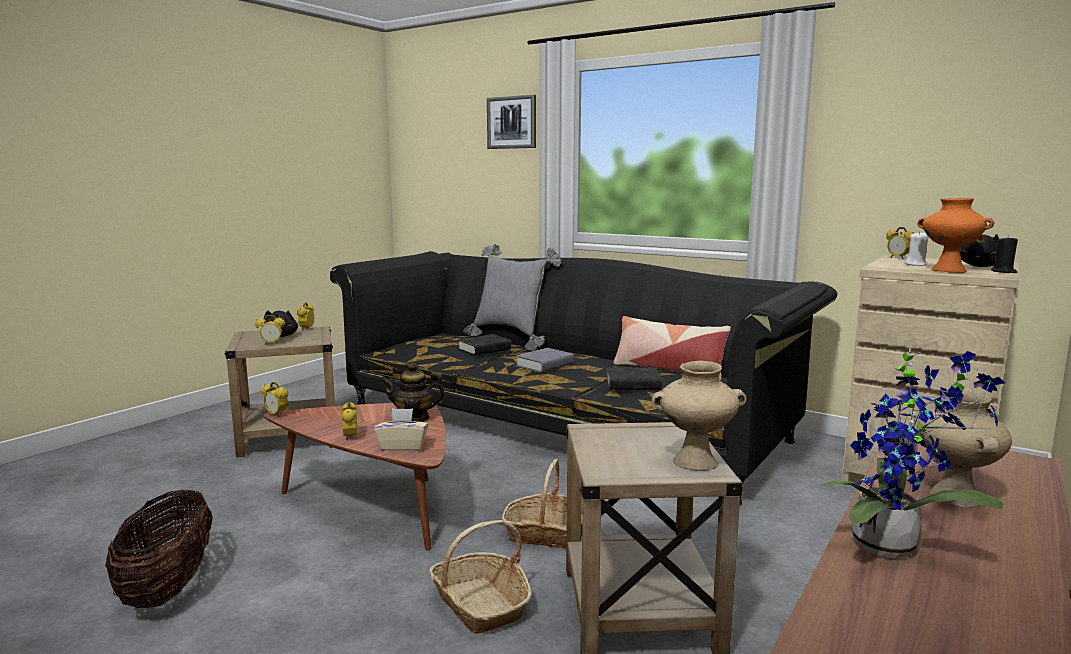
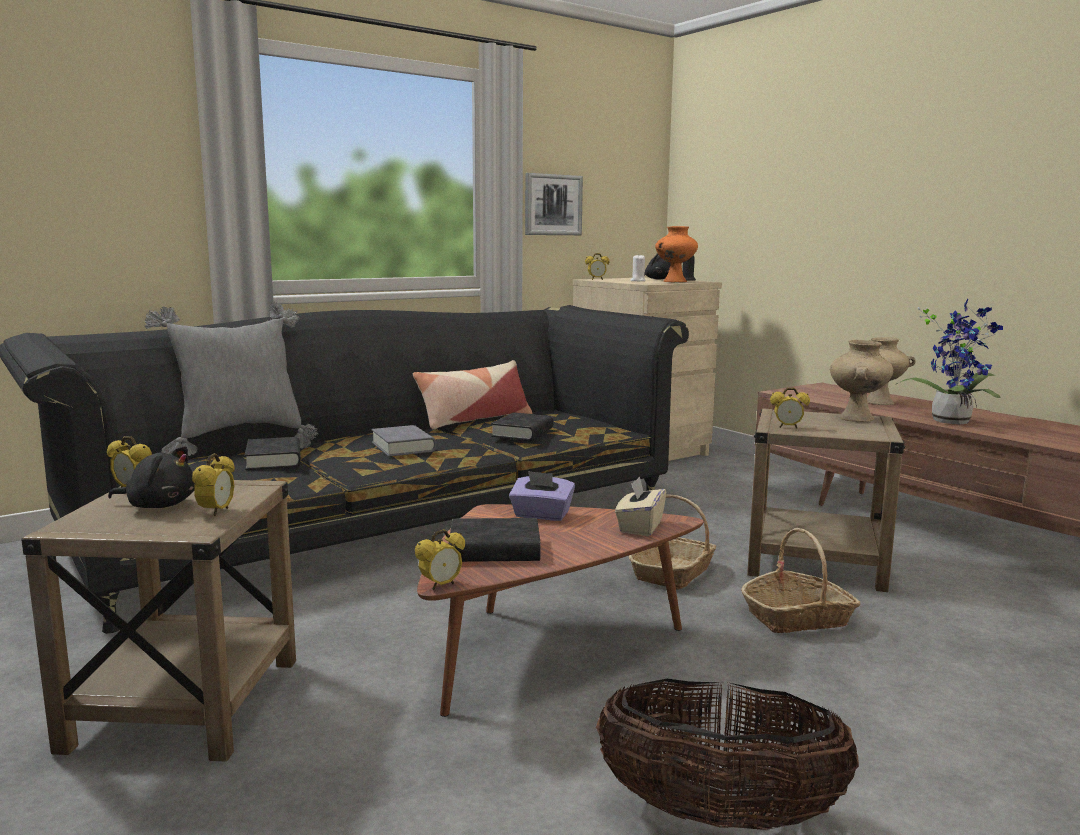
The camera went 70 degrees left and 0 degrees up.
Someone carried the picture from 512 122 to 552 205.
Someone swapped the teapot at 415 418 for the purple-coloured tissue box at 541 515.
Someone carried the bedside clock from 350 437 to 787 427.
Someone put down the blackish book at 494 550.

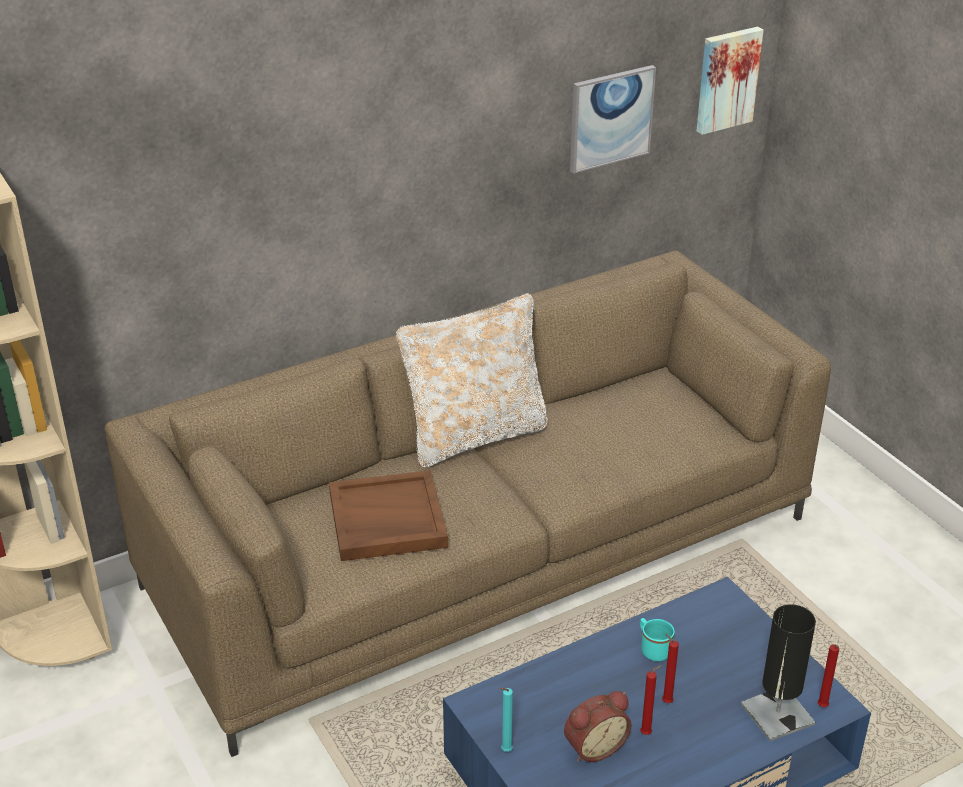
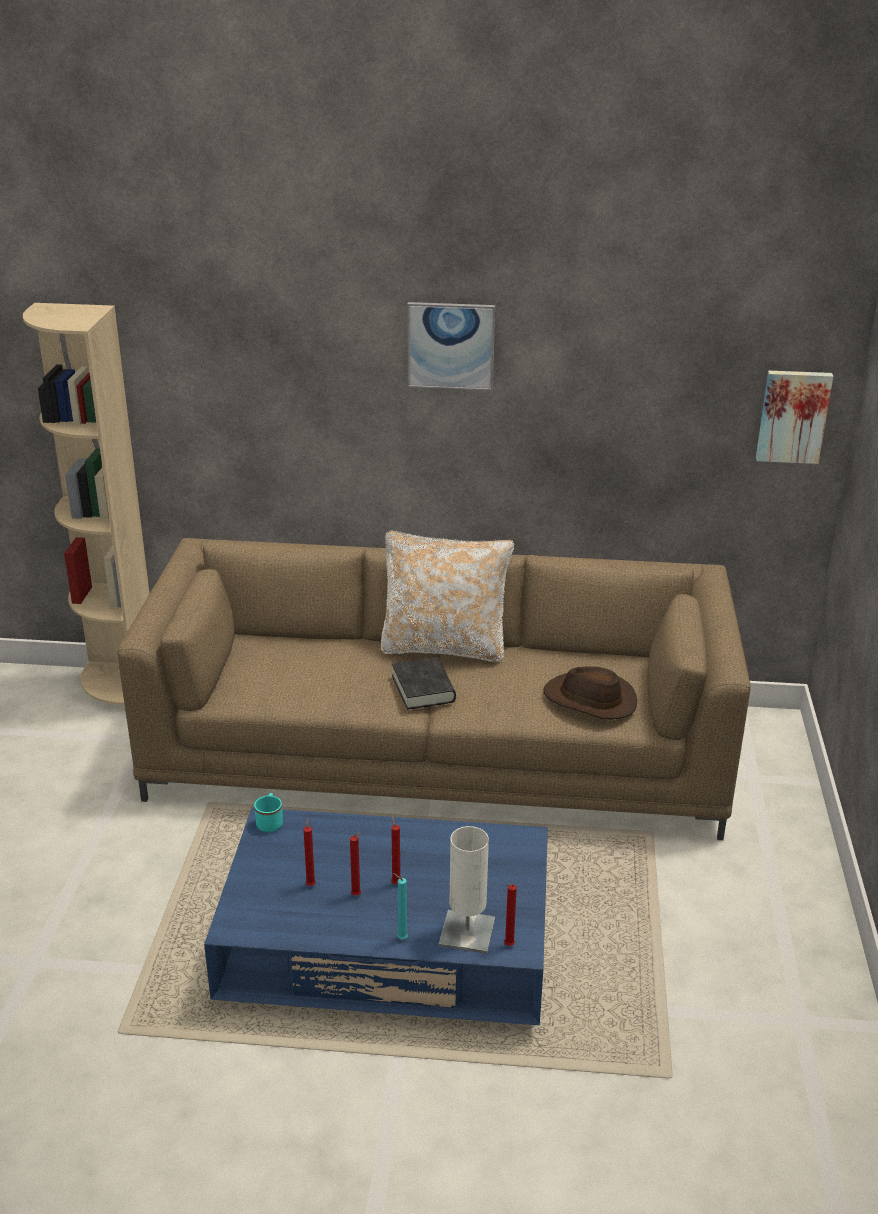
The camera went 35 degrees right and 5 degrees down.
Someone carried the picture from 610 118 to 451 345.
Someone took away the brownish carrying tray at 386 520.
Someone repainted the blackish tabletop lamp at 777 714, which became the white-coloured tabletop lamp at 467 932.
Someone carried the turquoise-coloured coffee mug from 653 649 to 270 822.
Someone carried the turquoise-coloured candle from 505 751 to 400 938.
Someone swapped the bedside clock at 594 746 for the red candle at 311 884.
Someone put down the blackish book at 423 689.
Someone put down the brownish hat at 590 700.

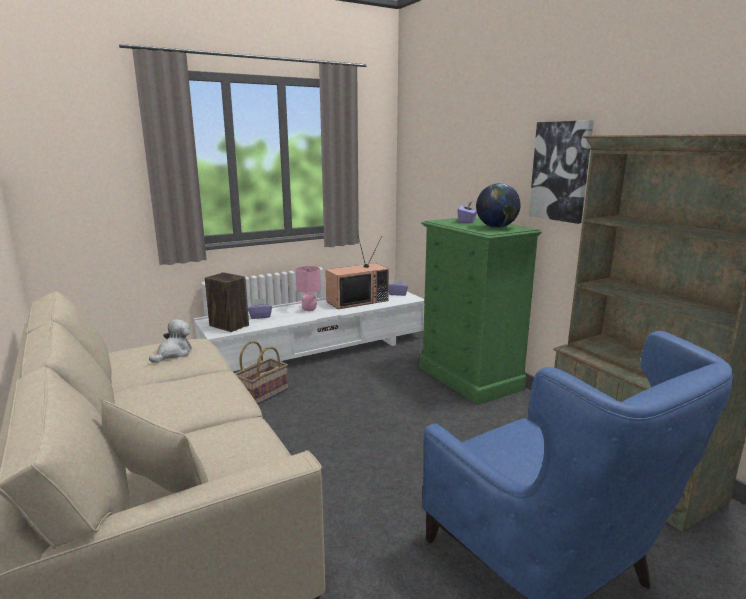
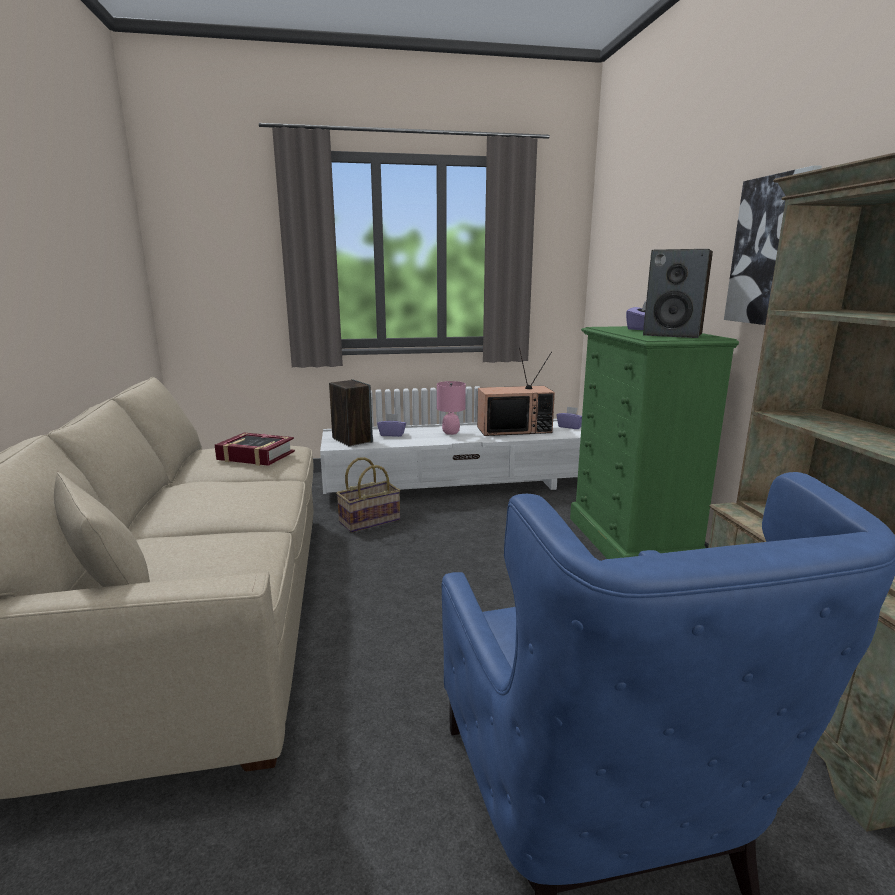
The camera went 20 degrees right and 0 degrees up.
Someone swapped the world globe at 496 227 for the audio speaker at 673 335.
Someone swapped the cuddly toy at 173 353 for the book at 256 456.

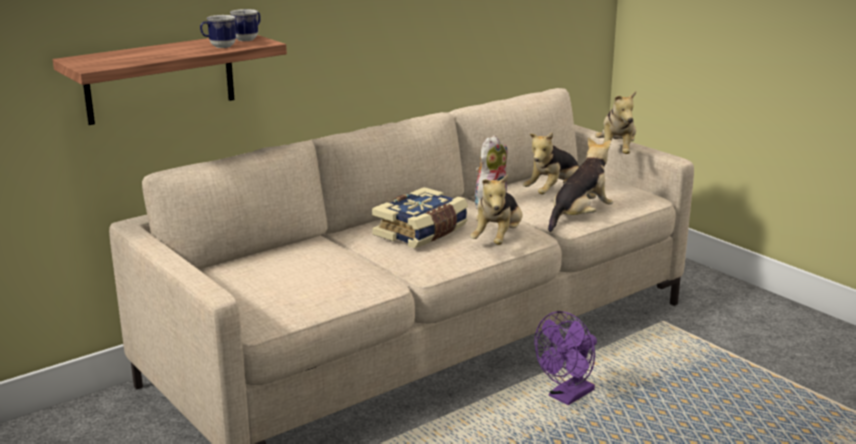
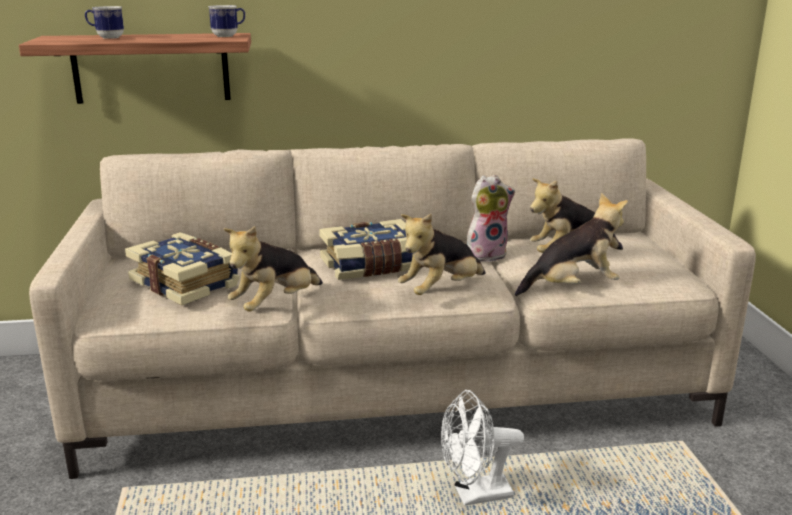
The camera went 30 degrees right and 0 degrees up.
Someone carried the coffee mug from 219 46 to 106 37.
Someone carried the cuddly toy from 616 152 to 275 305.
Someone repainted the purple-coloured fan at 567 397, which became the white-coloured fan at 475 495.
Someone put down the book at 186 283.

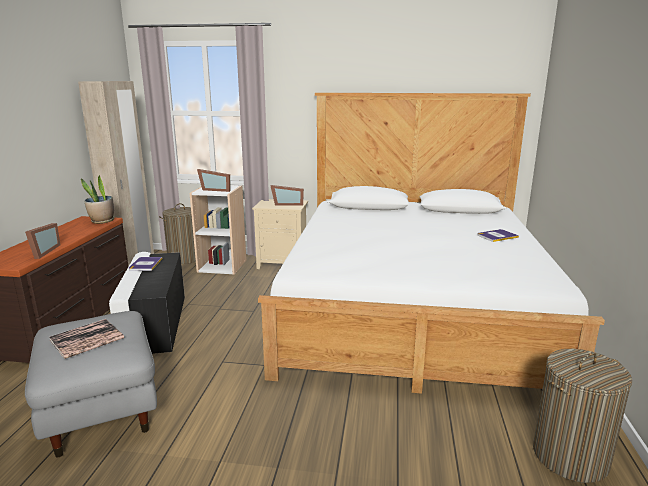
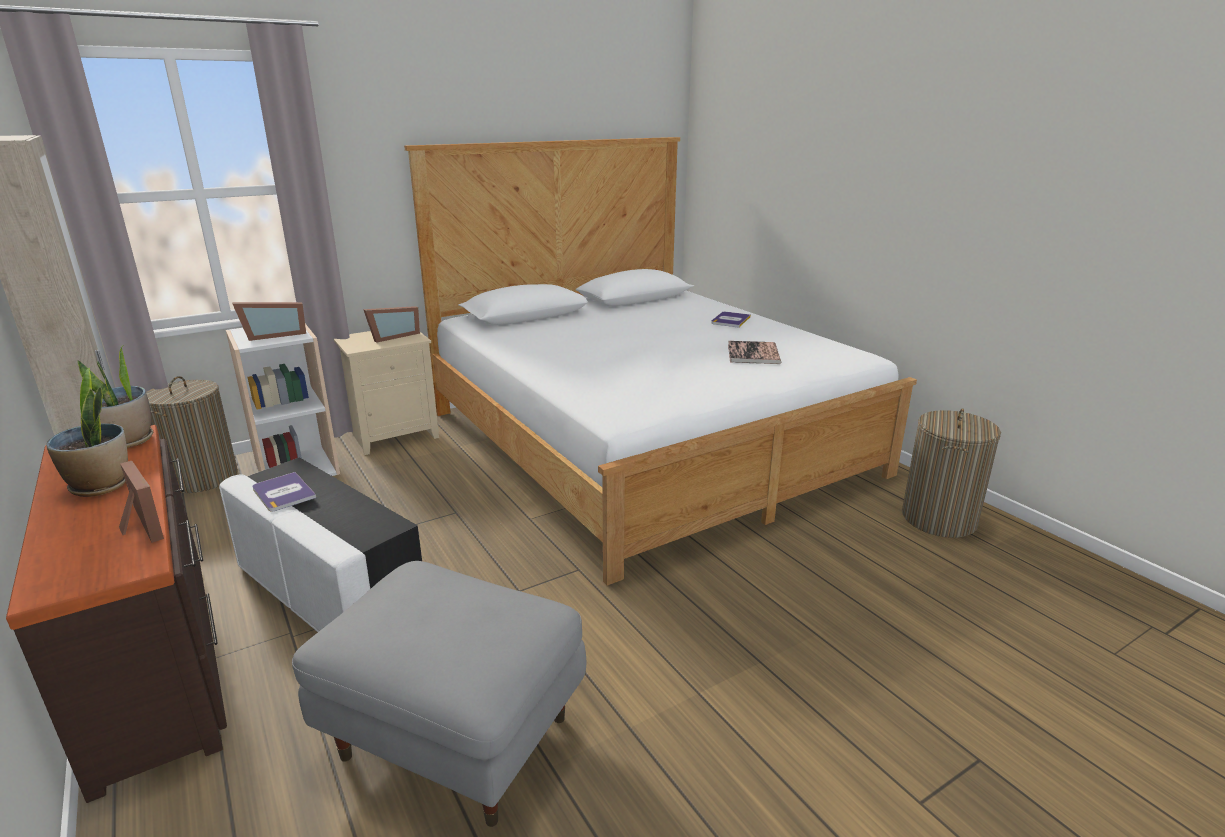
The camera went 40 degrees left and 5 degrees up.
Someone carried the book from 87 339 to 753 354.
Someone put down the houseplant at 101 486.

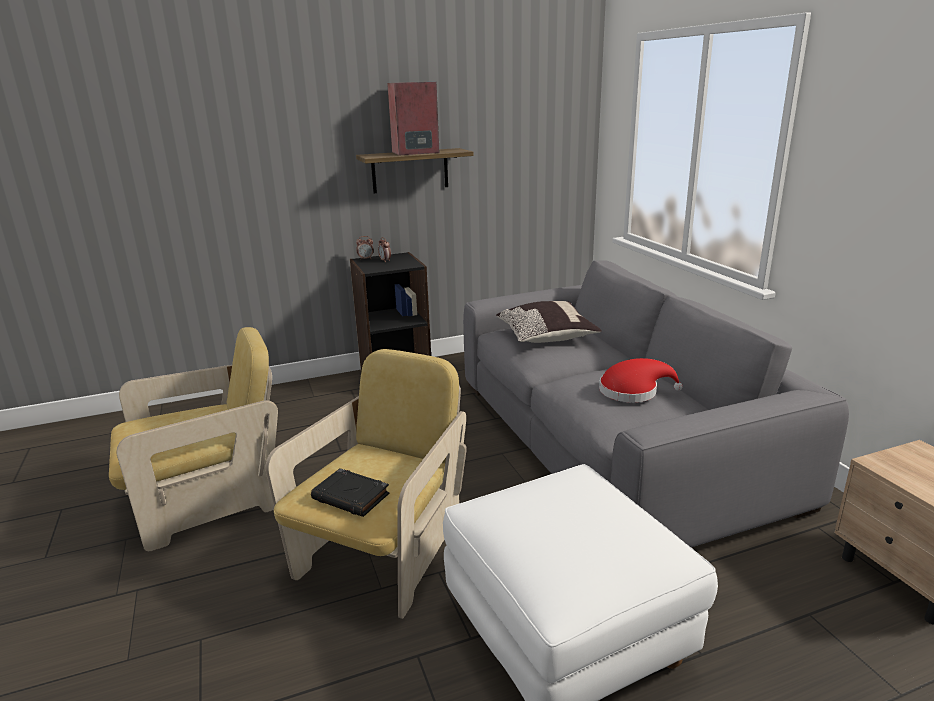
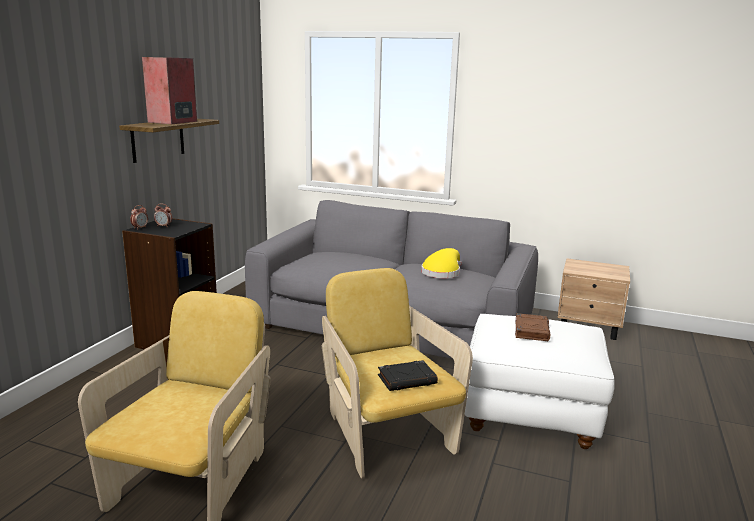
The camera went 50 degrees left and 5 degrees down.
Someone took away the throw pillow at 546 336.
Someone repainted the red hat at 633 391, which became the yellow hat at 442 272.
Someone put down the brownish book at 531 330.

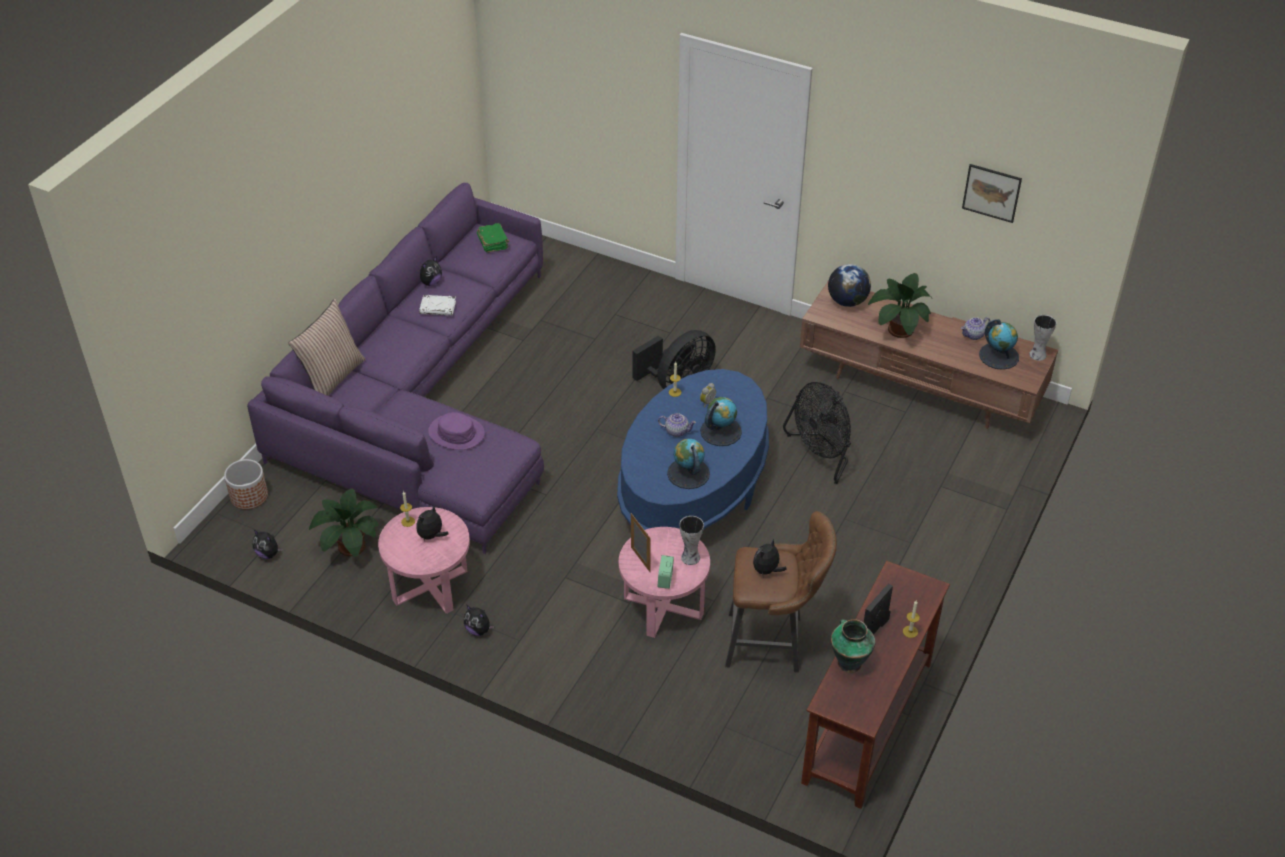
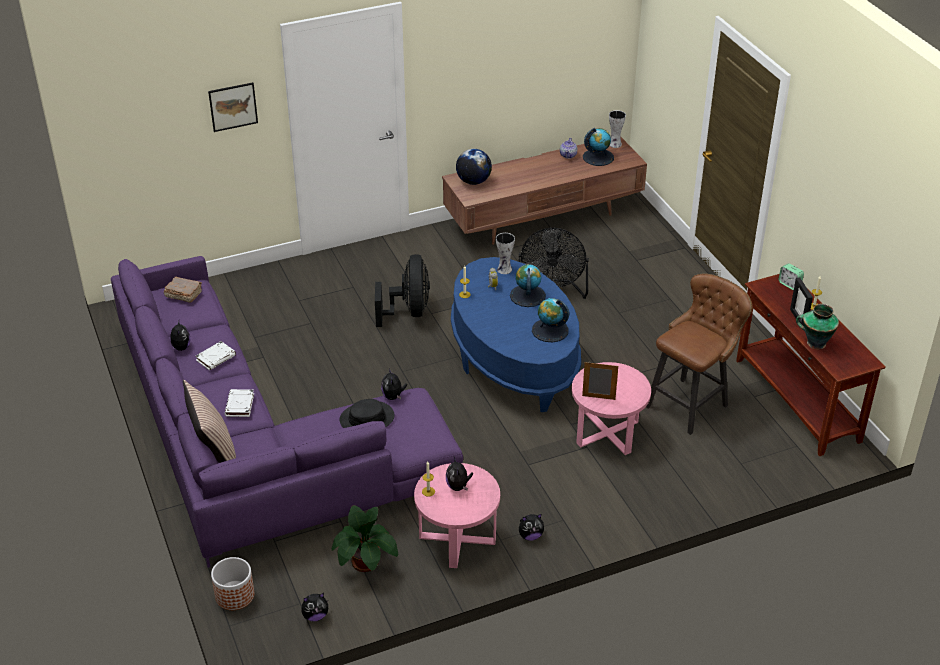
The camera went 50 degrees left and 5 degrees down.
Someone carried the picture from 991 192 to 233 106.
Someone repainted the green-coloured book at 493 243, which became the brownish book at 183 294.
Someone took away the houseplant at 898 330.
Someone repainted the purple-coloured hat at 456 433, which became the blackish hat at 367 418.
Someone took away the teapot at 676 431.
Someone carried the vase from 690 558 to 505 270.
Someone carried the cuddly toy from 767 571 to 393 396.
Someone carried the bedside clock from 665 580 to 789 284.
Someone put down the white-coloured book at 240 405.

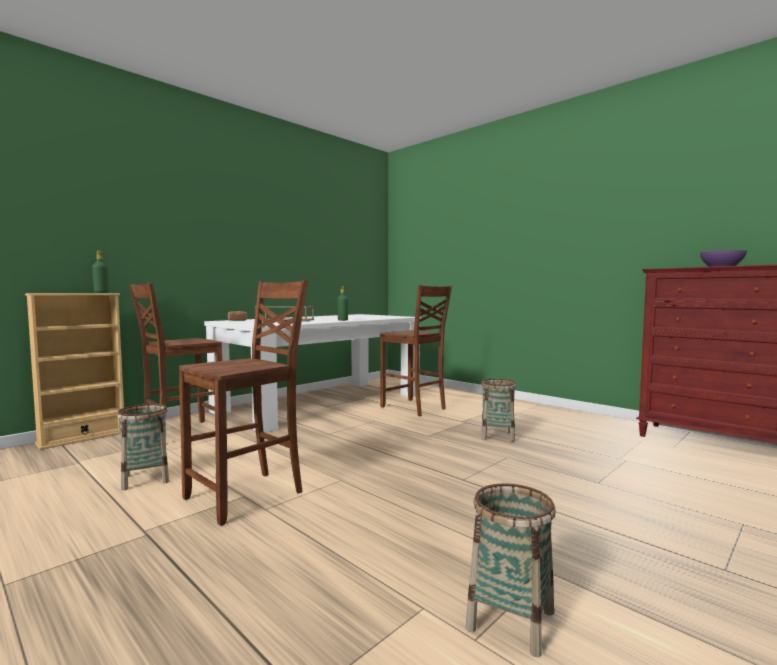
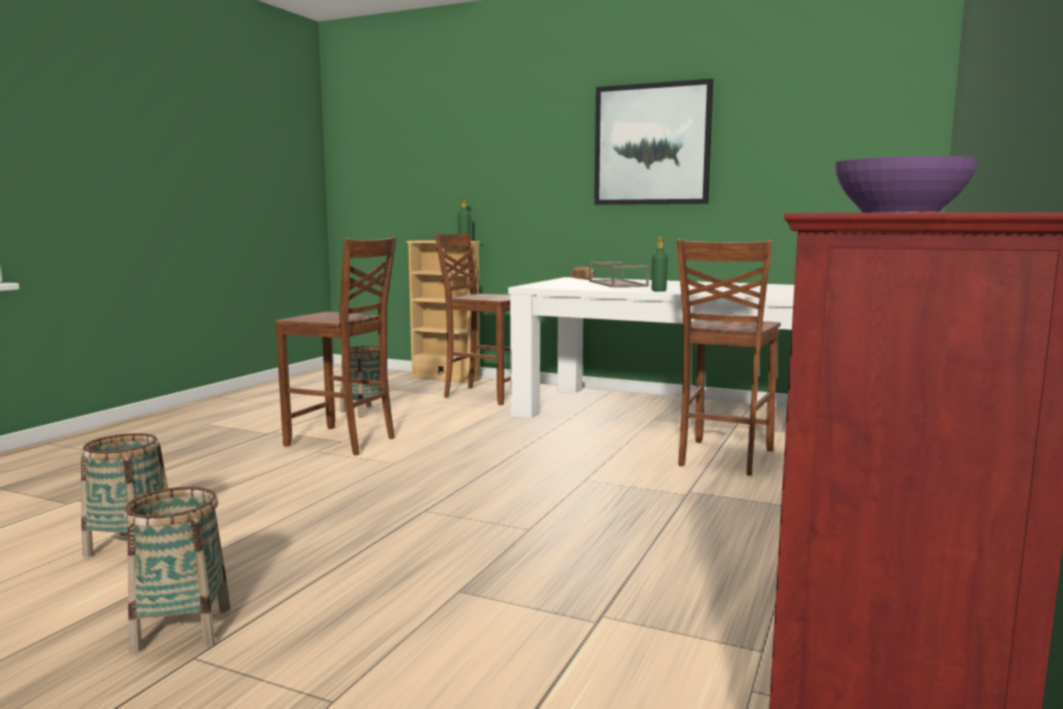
The camera went 70 degrees right and 5 degrees up.
Someone carried the household basket from 497 436 to 182 629.
Someone put up the picture at 652 144.

